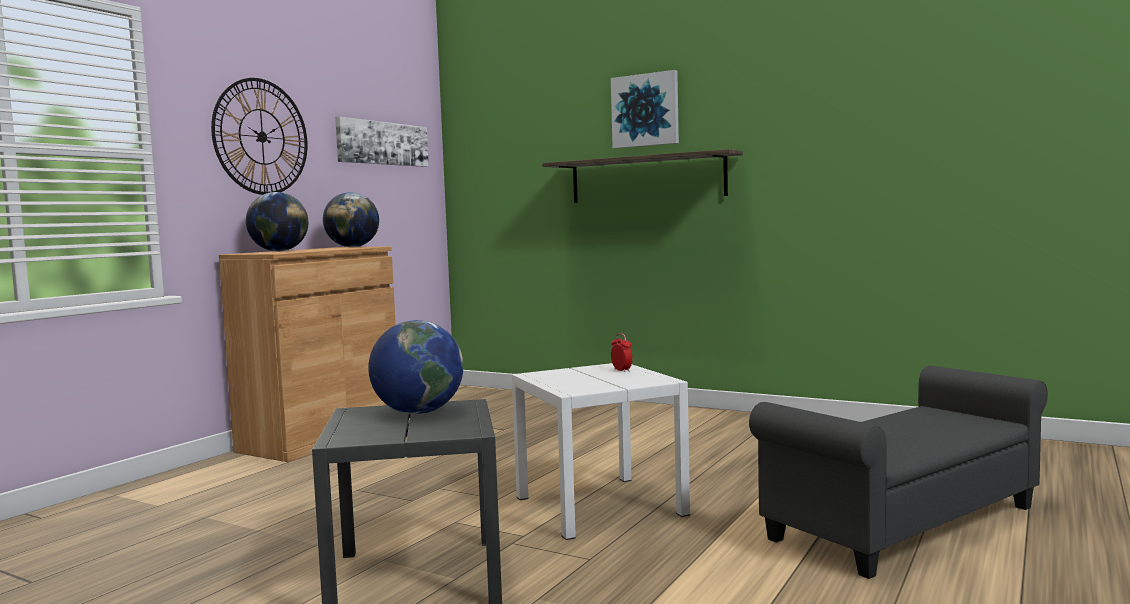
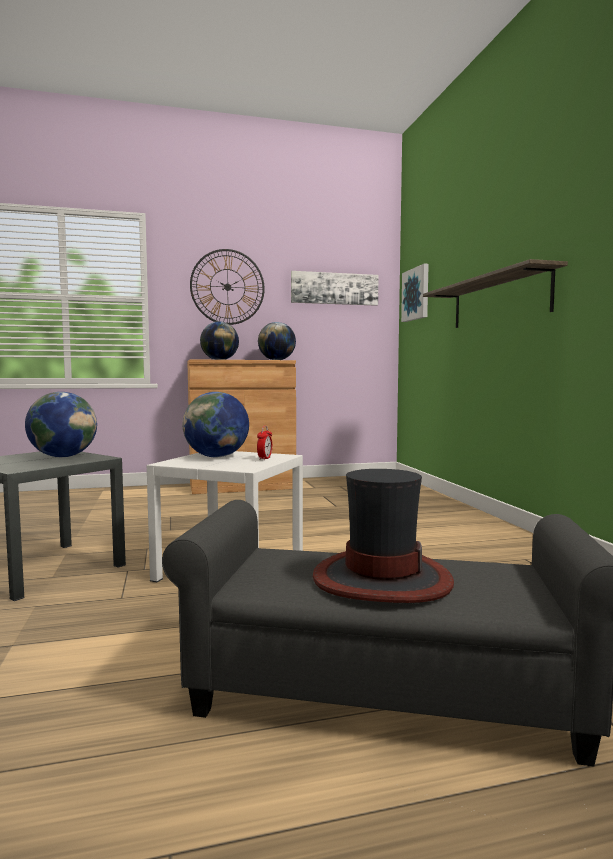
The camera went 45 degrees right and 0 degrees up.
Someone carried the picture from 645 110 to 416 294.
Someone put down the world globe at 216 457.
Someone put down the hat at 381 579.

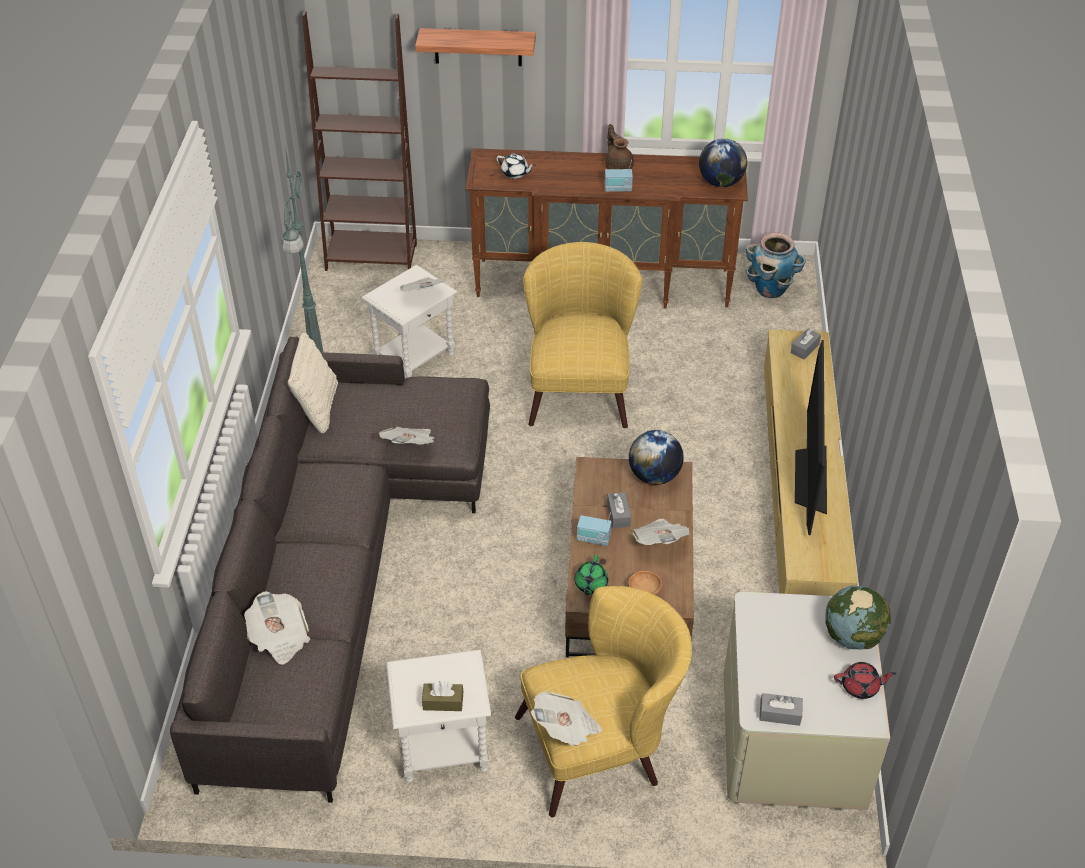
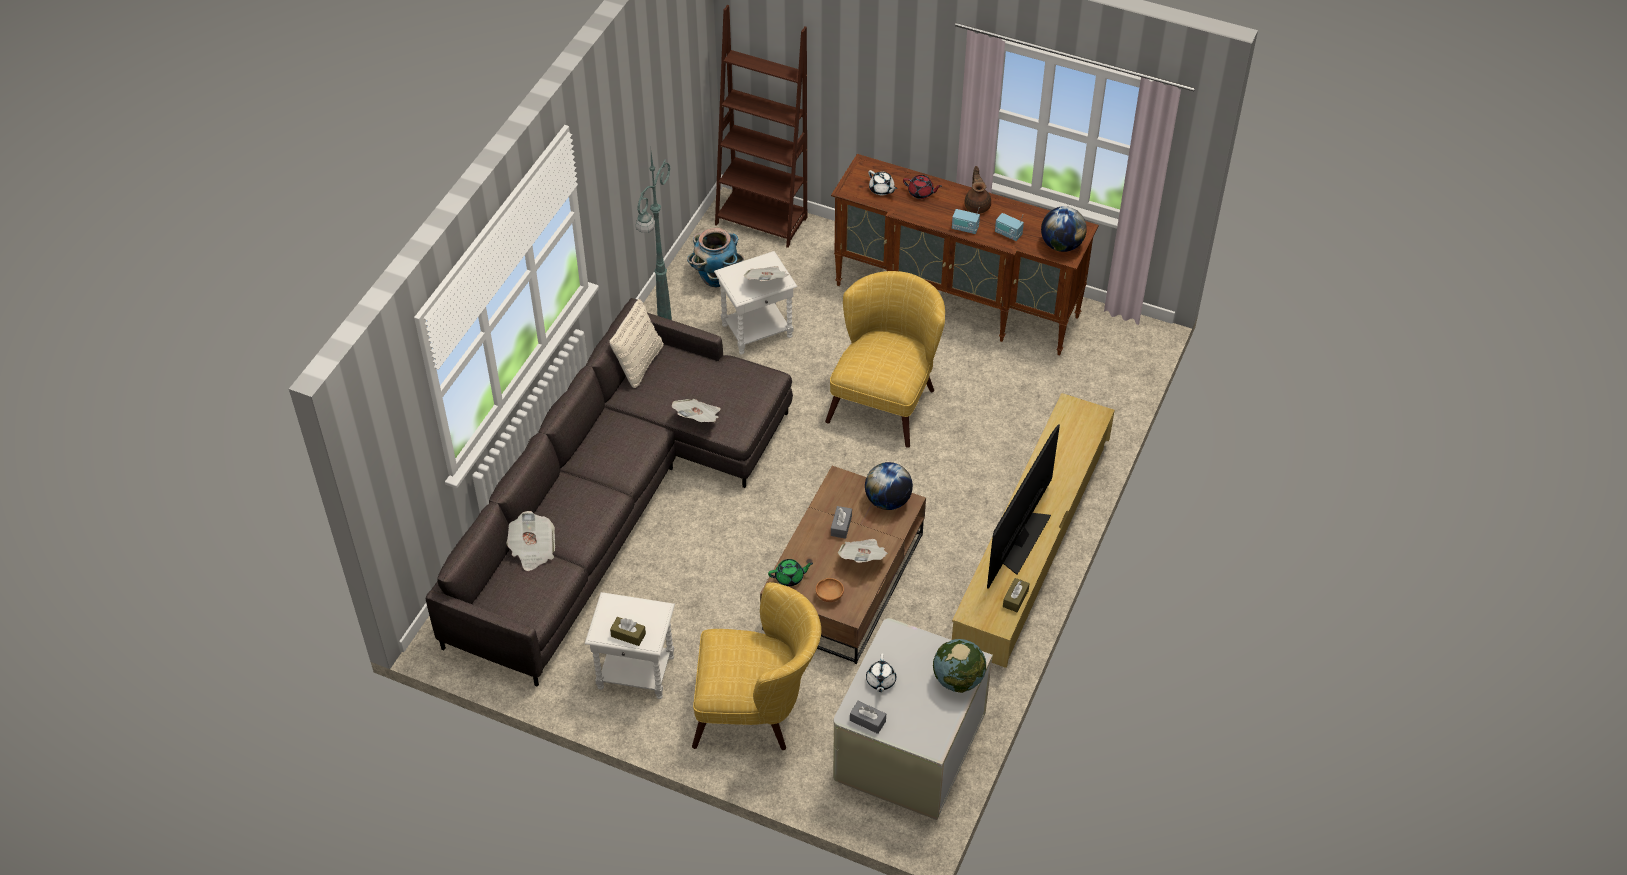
The camera went 20 degrees right and 5 degrees up.
Someone took away the shelf at 478 47.
Someone carried the planter from 770 289 to 716 278.
Someone took away the greyish tissue box at 804 348.
Someone carried the radio set from 593 539 to 1008 234.
Someone rotated the green-coloured teapot at 590 585 by 135 degrees counterclockwise.
Someone carried the red teapot from 861 687 to 921 193.
Someone took away the daily paper at 566 729.
Someone put down the brownish tissue box at 1015 598.
Someone put down the white-coloured teapot at 880 681.

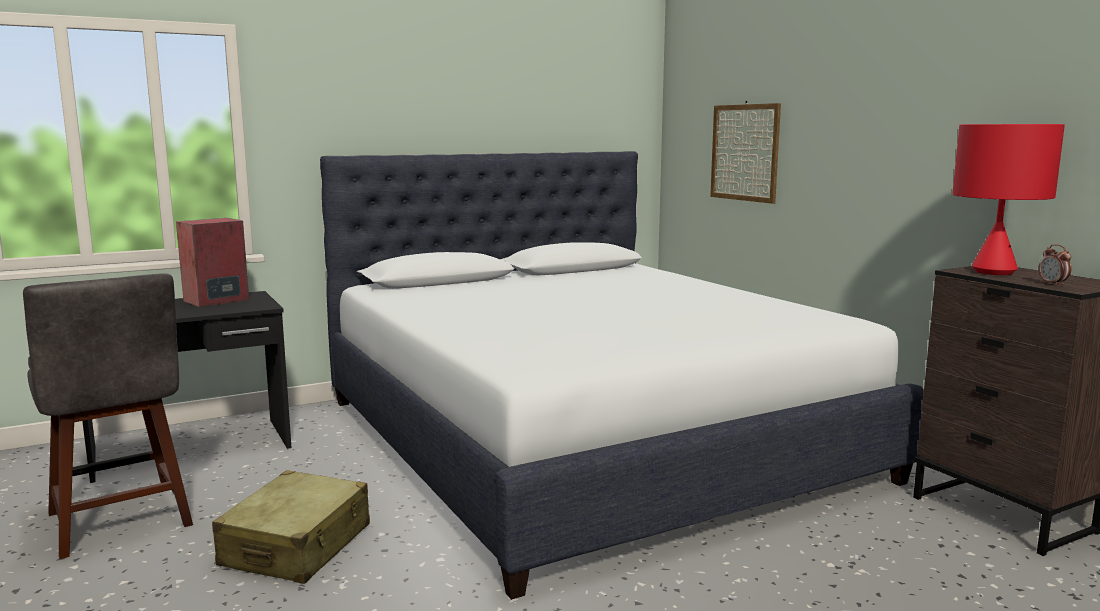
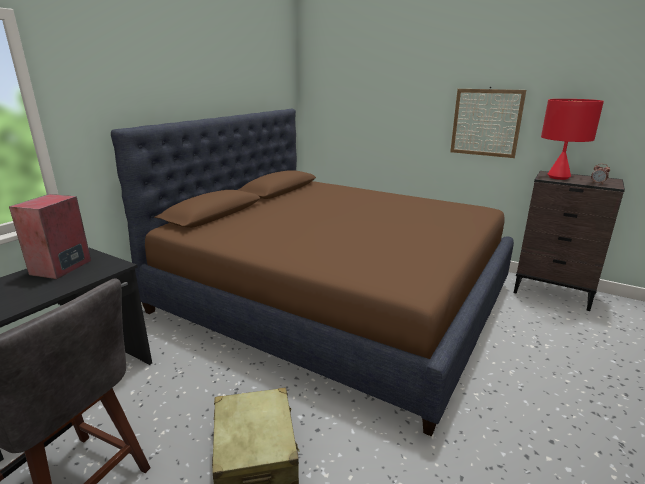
The camera went 30 degrees left and 10 degrees up.
Someone carried the picture from 745 151 to 486 121.
Someone repainted the white-coloured bedroom bed at 585 438, which became the brownish bedroom bed at 334 297.

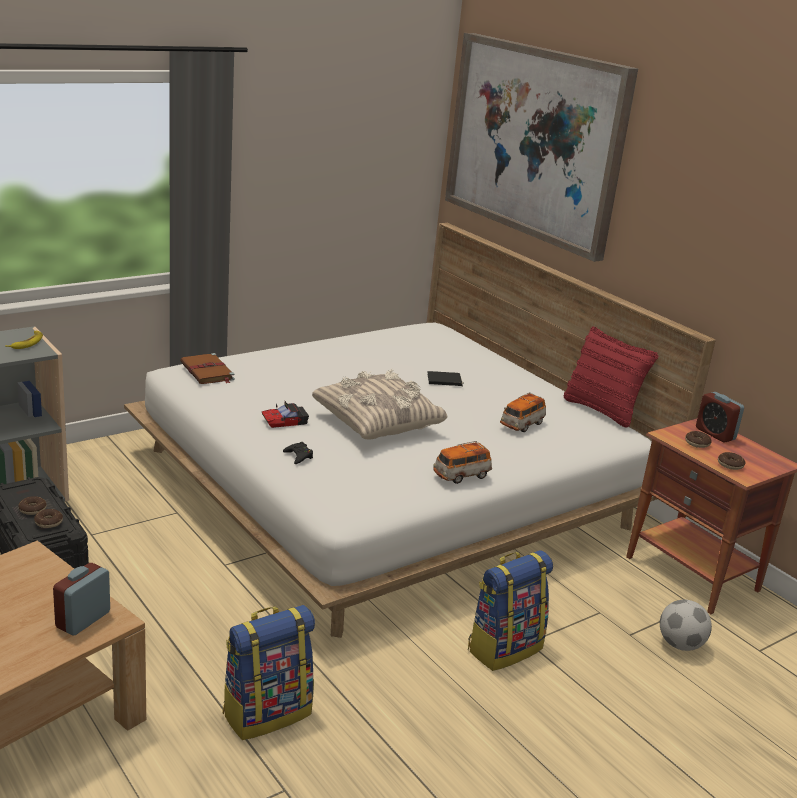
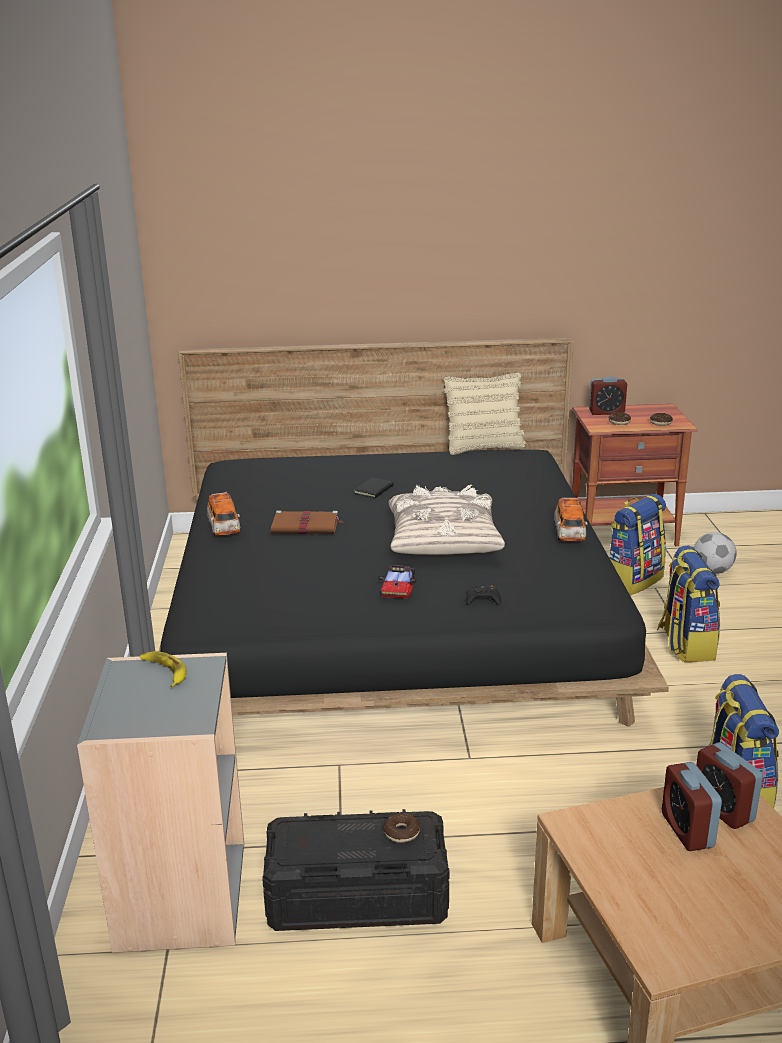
The camera went 55 degrees left and 0 degrees up.
Someone took away the picture at 535 141.
Someone repainted the white-coloured bedroom bed at 389 488, which became the blackish bedroom bed at 392 620.
Someone repainted the red throw pillow at 602 411, which became the sand-coloured throw pillow at 484 448.
Someone carried the brownish book from 207 372 to 306 526.
Someone carried the miniature car from 522 425 to 224 528.
Someone took away the ring doughnut at 32 509.
Someone put down the knapsack at 633 580.
Someone put down the bedside clock at 687 830.

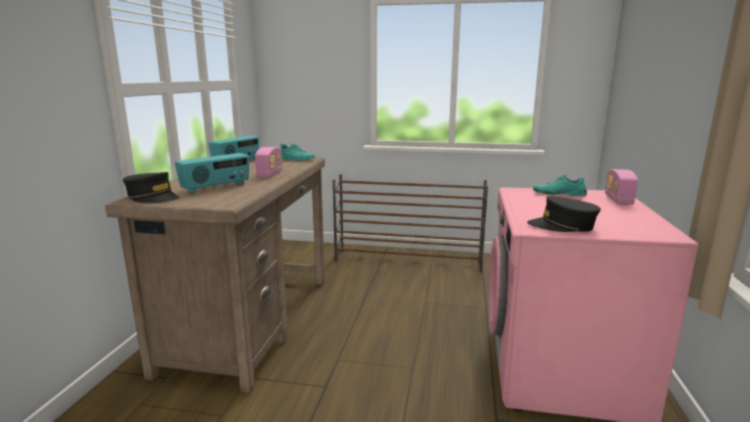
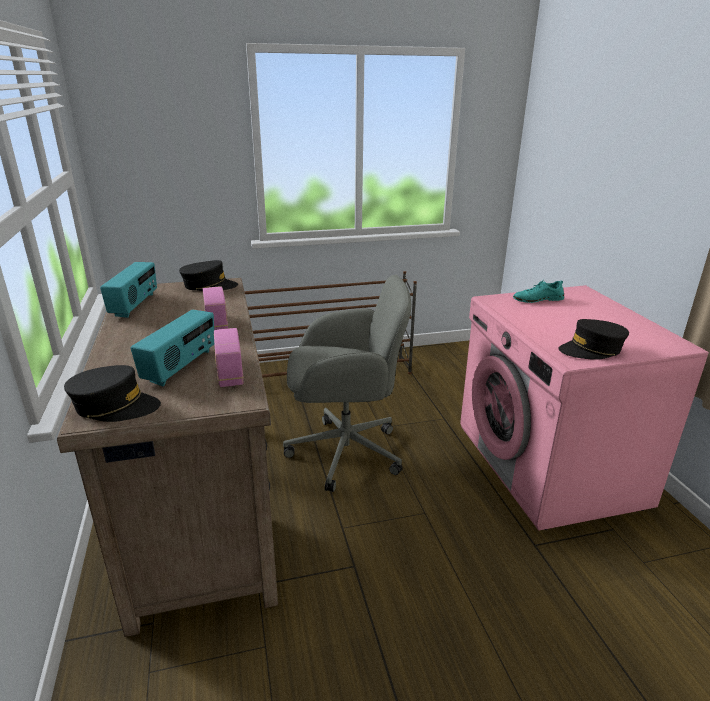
The camera went 25 degrees left and 10 degrees up.
Someone swapped the turquoise-coloured item of footwear at 296 159 for the blackish baseball cap at 209 286.
Someone carried the radio set from 618 200 to 230 374.
Someone put down the greyish office chair at 345 453.

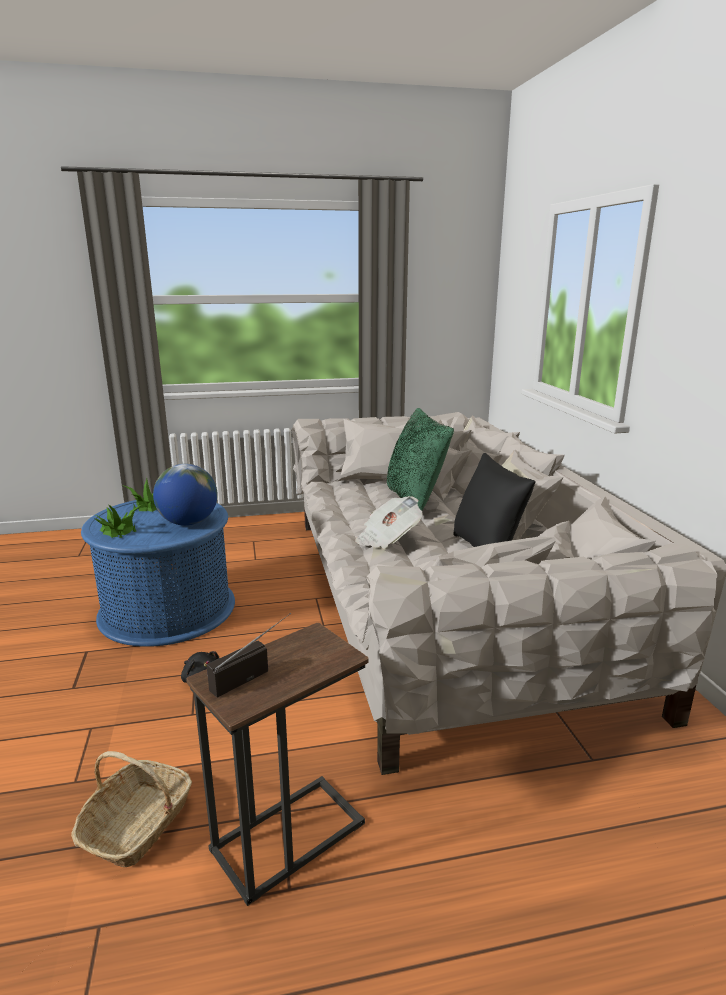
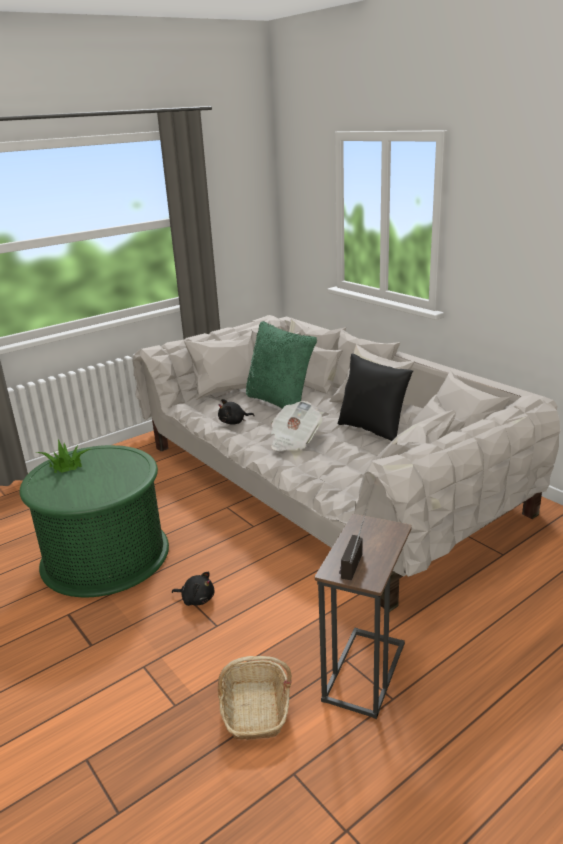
The camera went 25 degrees left and 5 degrees up.
Someone took away the world globe at 188 523.
Someone repainted the blue-coloured low table at 168 609, which became the green-coloured low table at 105 556.
Someone took away the houseplant at 118 530.
Someone put down the blackish cuddly toy at 234 422.

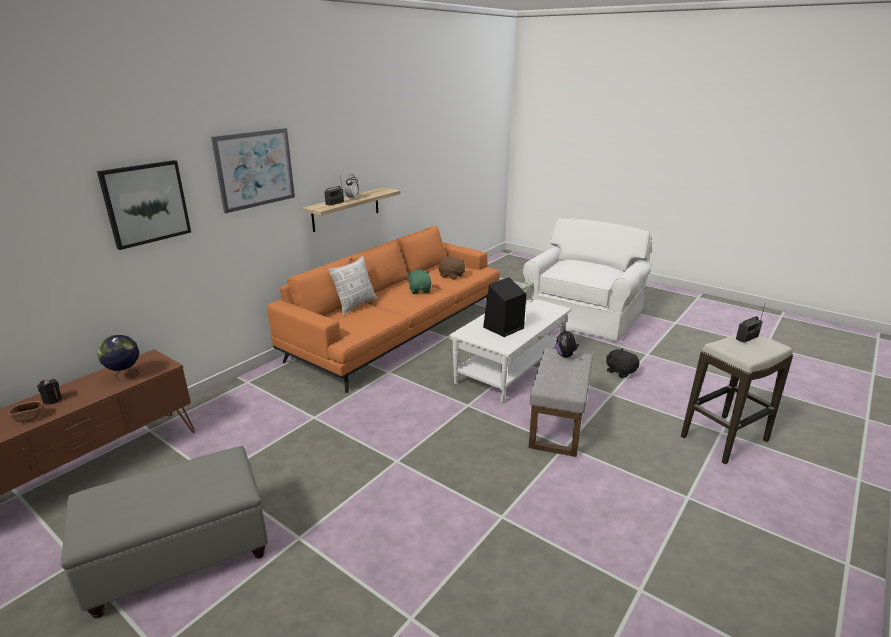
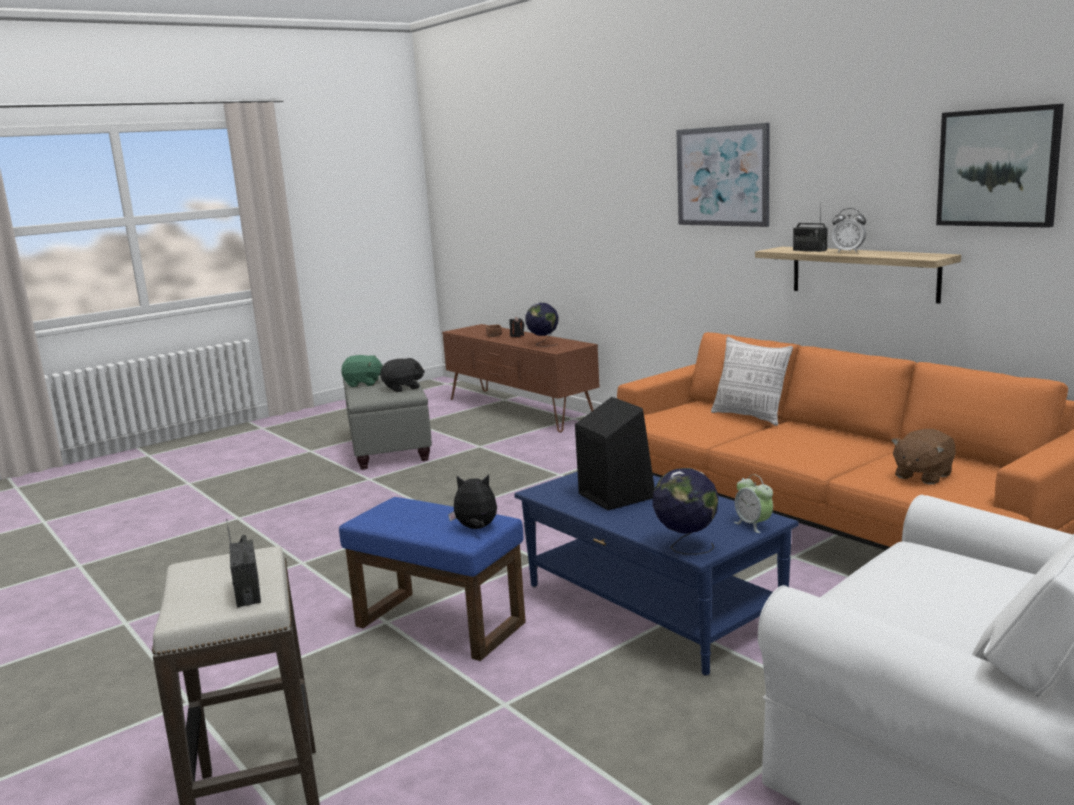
The camera went 105 degrees right and 10 degrees down.
Someone carried the picture from 146 203 to 998 167.
Someone carried the green-coloured cuddly toy from 420 290 to 363 384.
Someone repainted the white-coloured low table at 510 367, which became the blue-coloured low table at 651 607.
Someone repainted the greyish pouffe at 558 426, which became the blue-coloured pouffe at 437 624.
Someone carried the blackish cuddly toy from 620 372 to 403 388.
Someone put down the world globe at 686 547.

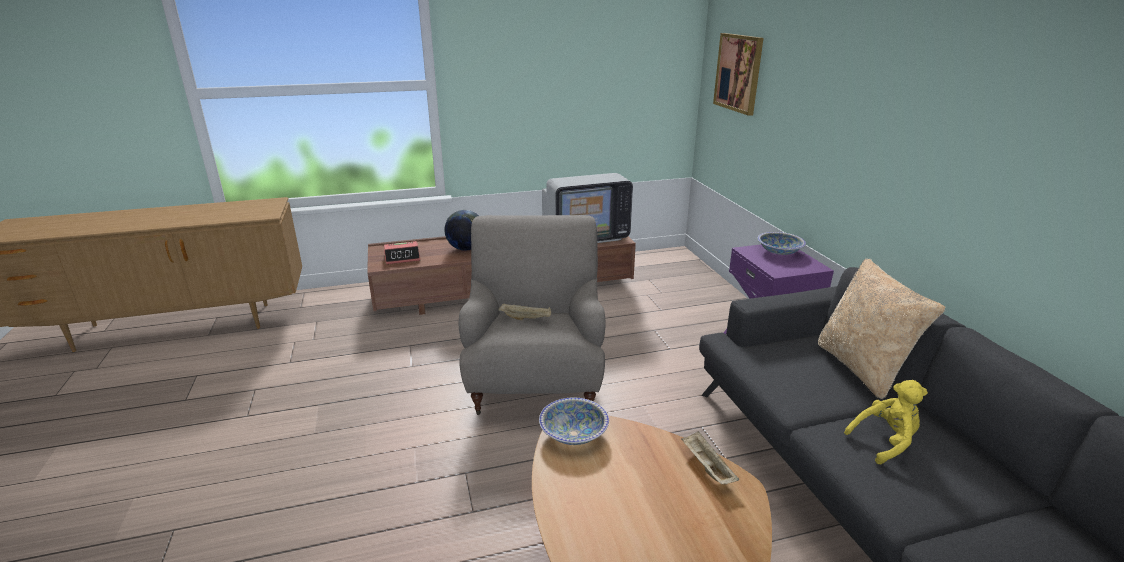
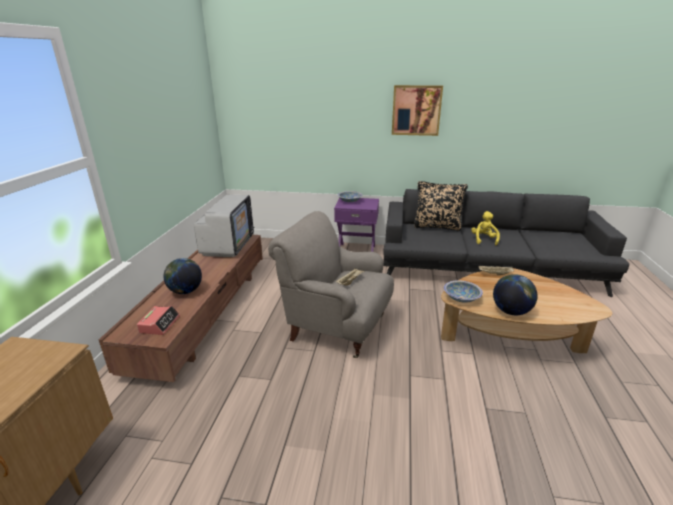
The camera went 65 degrees left and 0 degrees up.
Someone carried the picture from 738 73 to 416 110.
Someone repainted the sand-coloured throw pillow at 860 371, which became the blackish throw pillow at 437 227.
Someone put down the world globe at 511 312.

